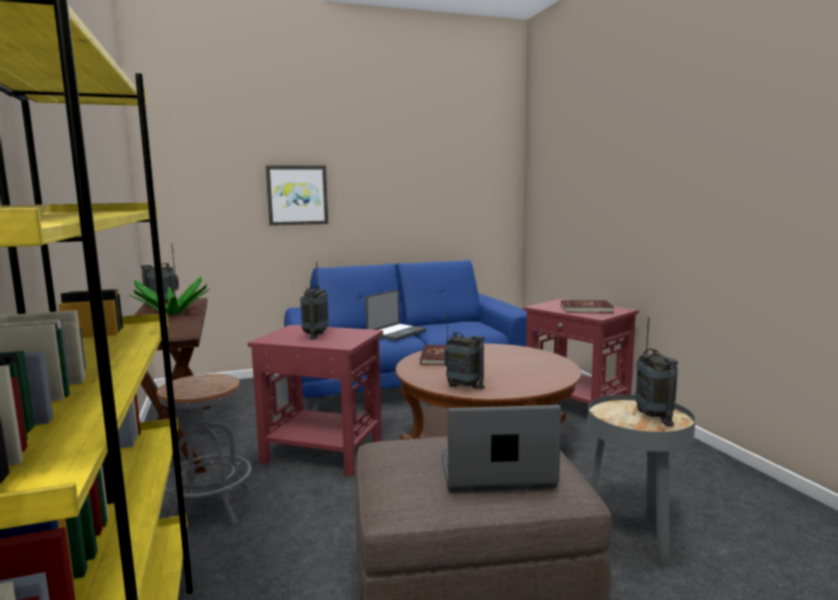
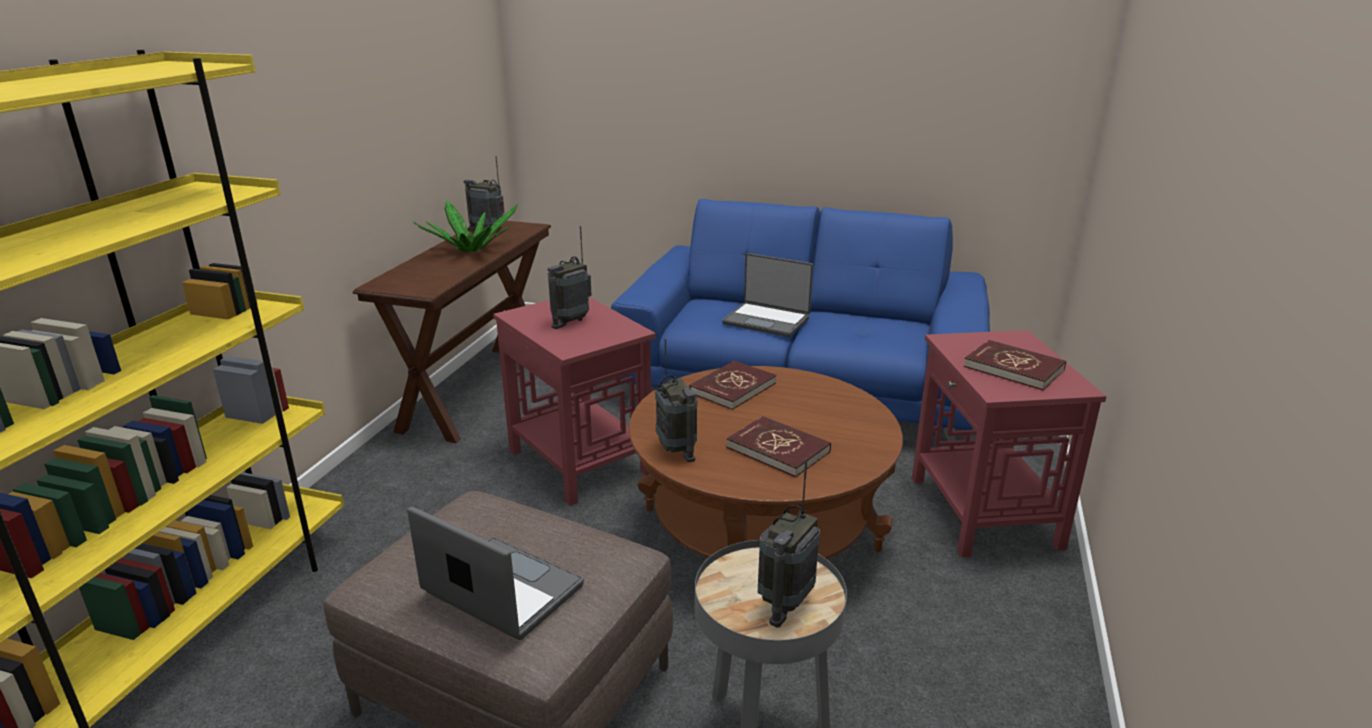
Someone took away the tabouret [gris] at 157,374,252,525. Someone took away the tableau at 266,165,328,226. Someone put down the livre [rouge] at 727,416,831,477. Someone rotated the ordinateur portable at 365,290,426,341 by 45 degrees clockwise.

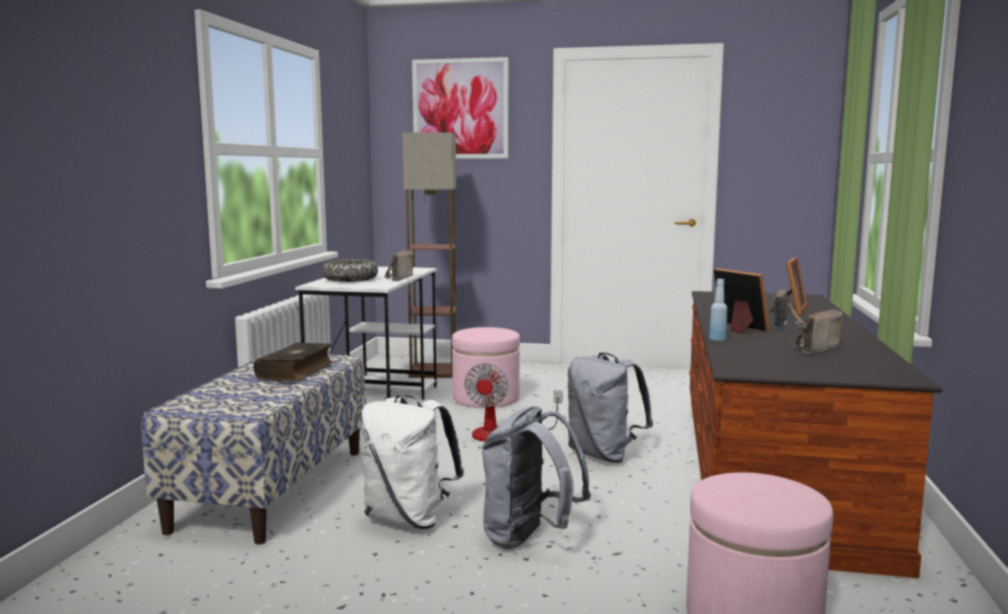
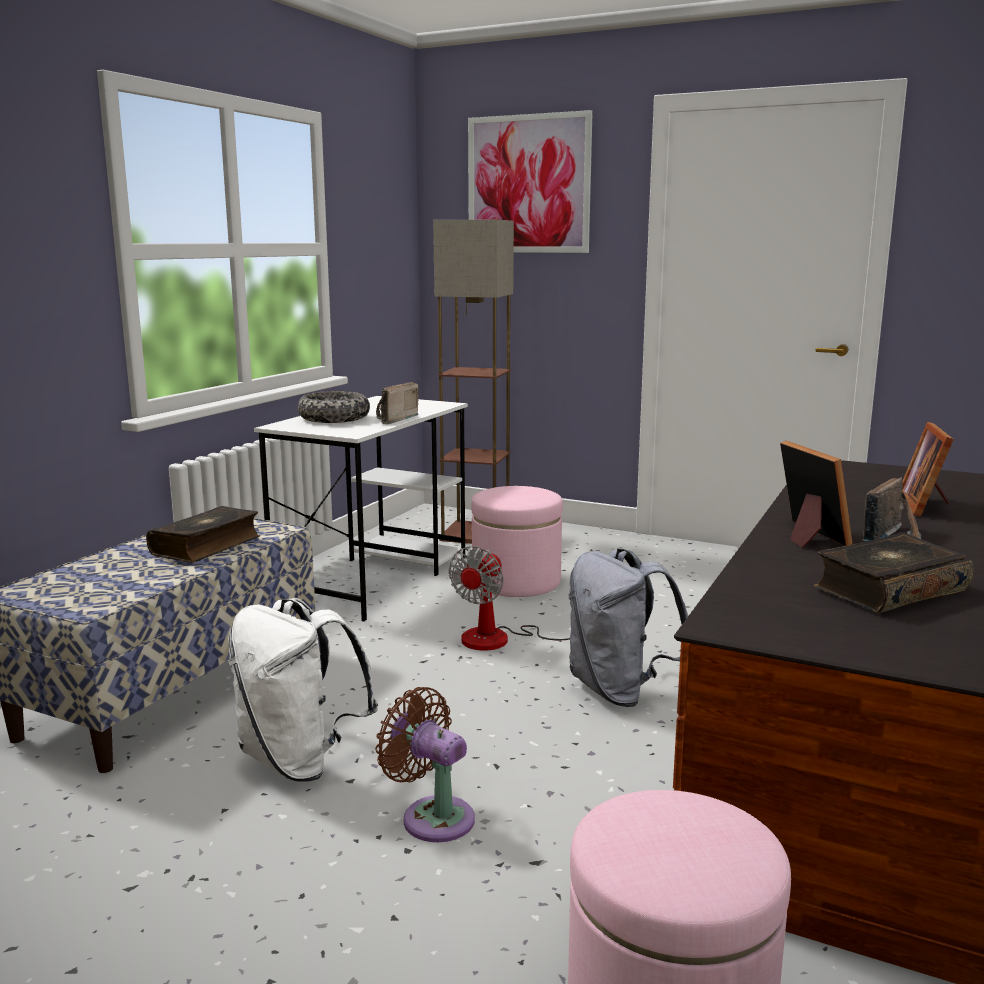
Someone took away the bouteille [bleu] at 709,279,727,341. Someone swapped the sac à dos [gris] at 482,406,591,549 for the ventilateur [marron] at 375,687,475,842. Someone swapped the radio at 794,309,843,355 for the livre at 813,532,974,613. Someone rotated the cadre photo at 770,257,808,315 by 150 degrees clockwise.

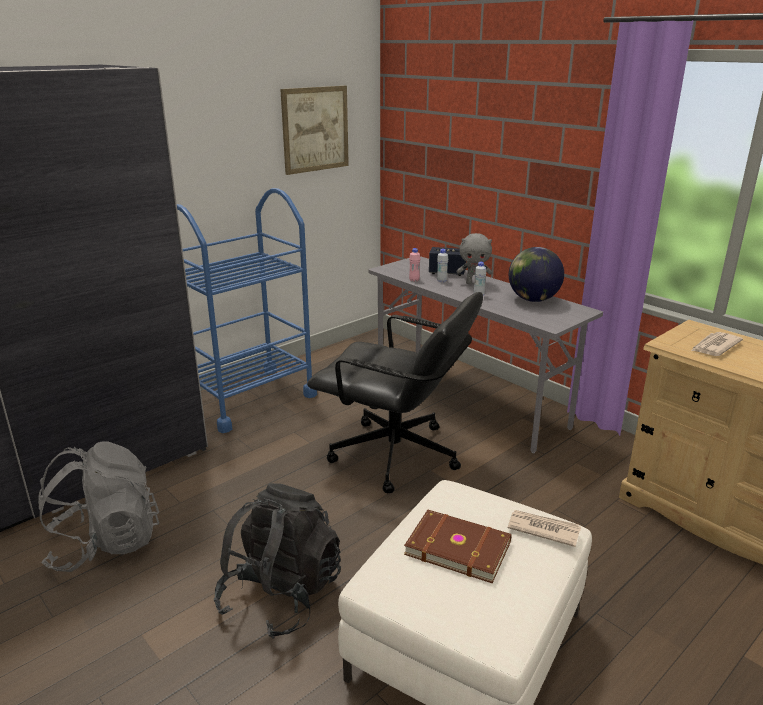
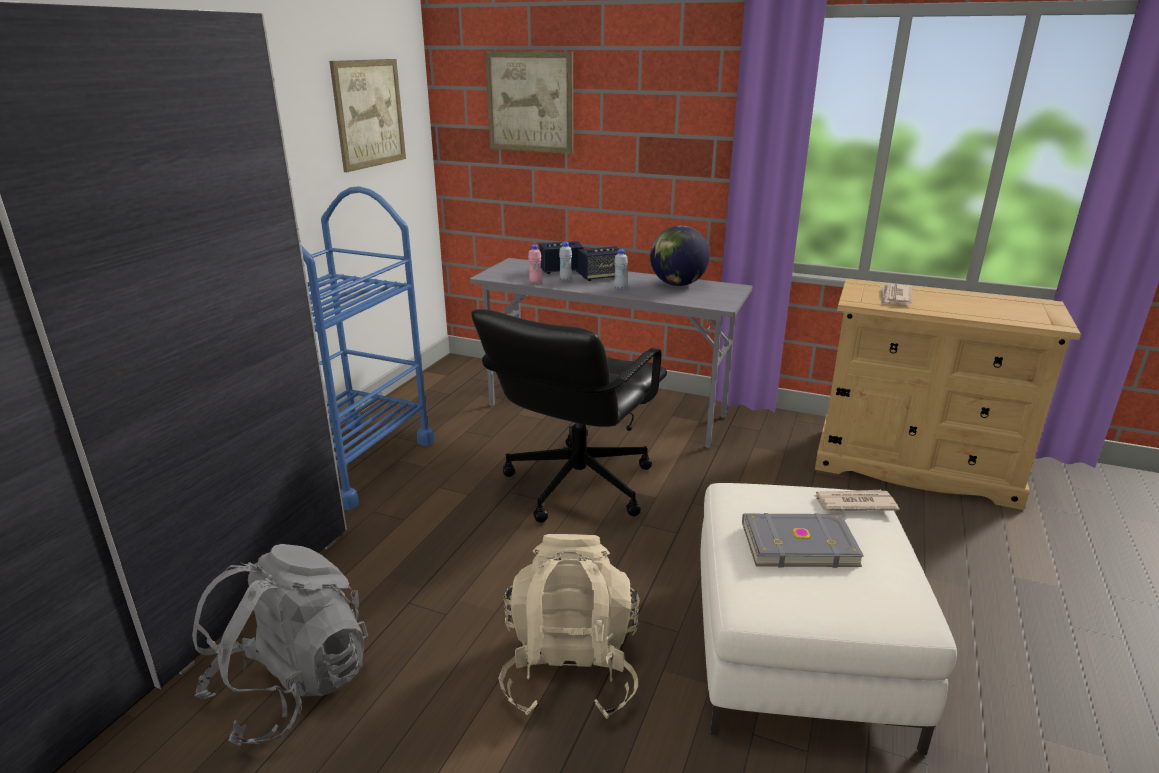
Someone put up the tableau at 485,51,573,154. Someone swapped the peluche [gris] at 456,233,492,284 for the enceinte at 578,246,625,281. Someone repainted the sac à dos [noir] at 214,483,341,639, which became the sac à dos [beige] at 498,534,640,719. Someone repainted the livre [marron] at 404,510,512,583, which became the livre [gris] at 742,513,864,568. Someone rotated the chaise de bureau [noir] at 307,292,483,493 by 120 degrees clockwise.

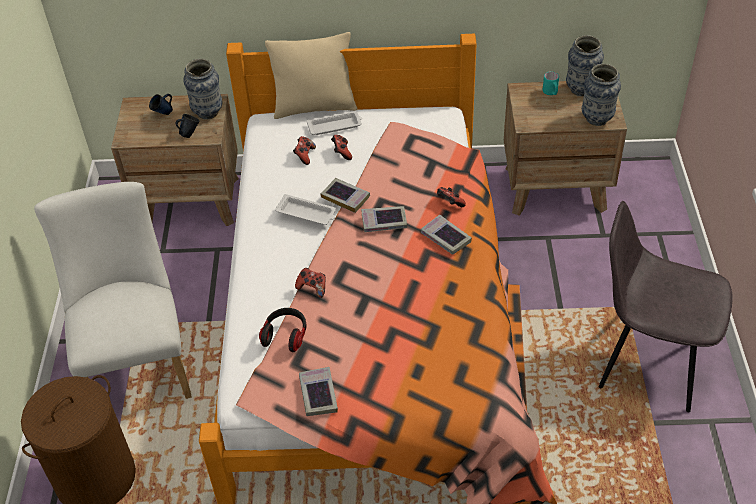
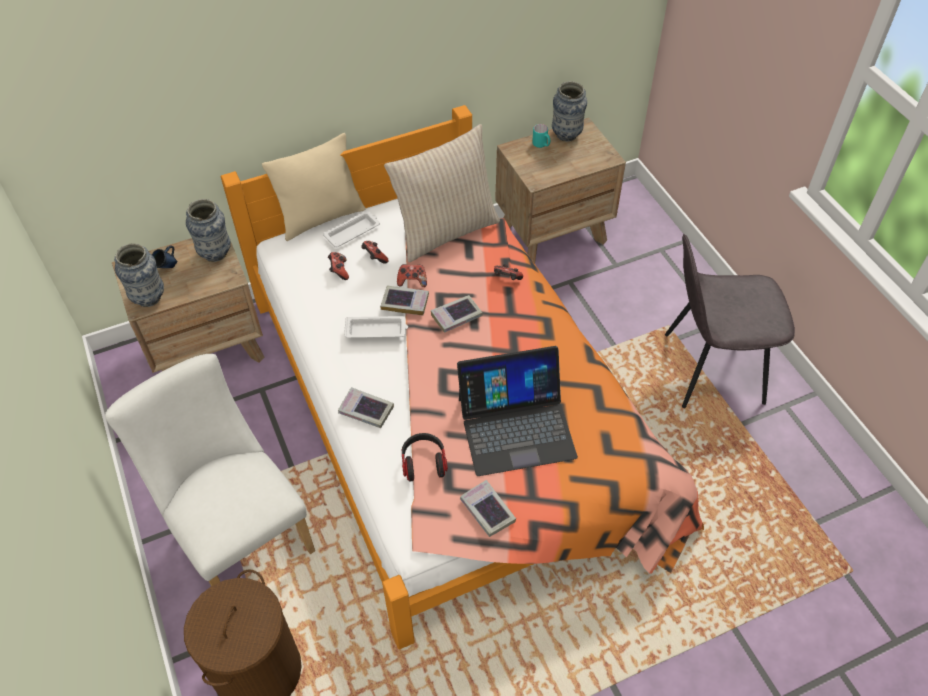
Someone took away the mug [bleu] at 176,114,199,138. Someone put down the coussin [beige] at 384,124,500,262. Someone put down the ordinateur portable at 457,346,578,476. Someone carried the manette from 295,268,326,298 to 397,264,427,287. Someone carried the livre from 421,215,472,255 to 338,387,394,428. Someone carried the vase from 582,64,621,126 to 114,243,164,307.

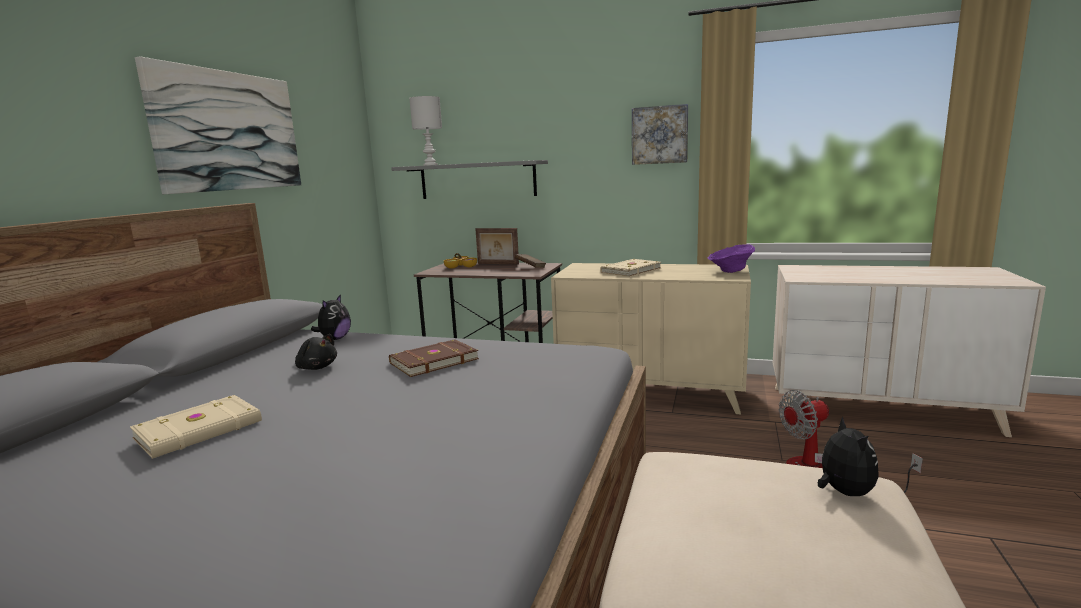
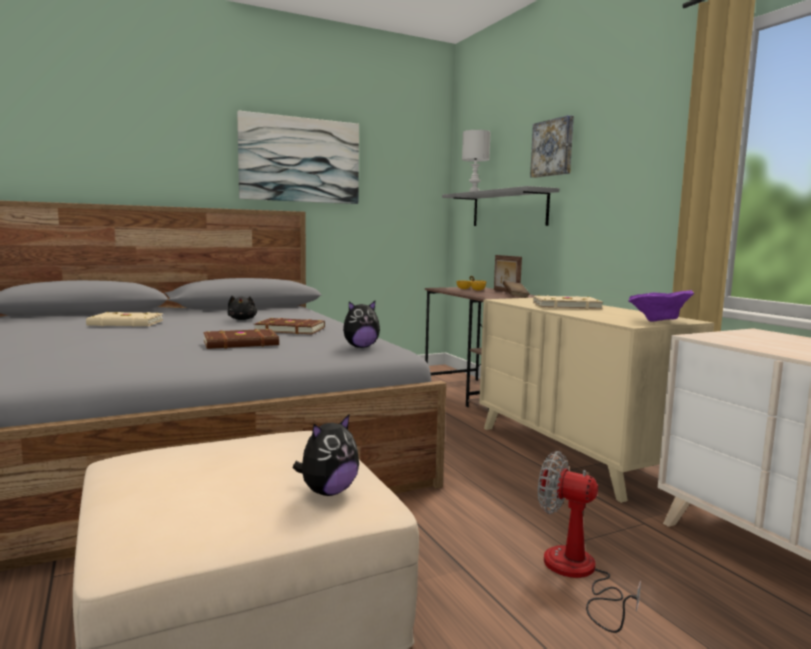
Someone put down the livre [marron] at 203,329,279,349. Someone carried the peluche from 311,294,351,340 to 343,301,380,348. Someone carried the tableau from 632,104,688,165 to 530,115,574,178.

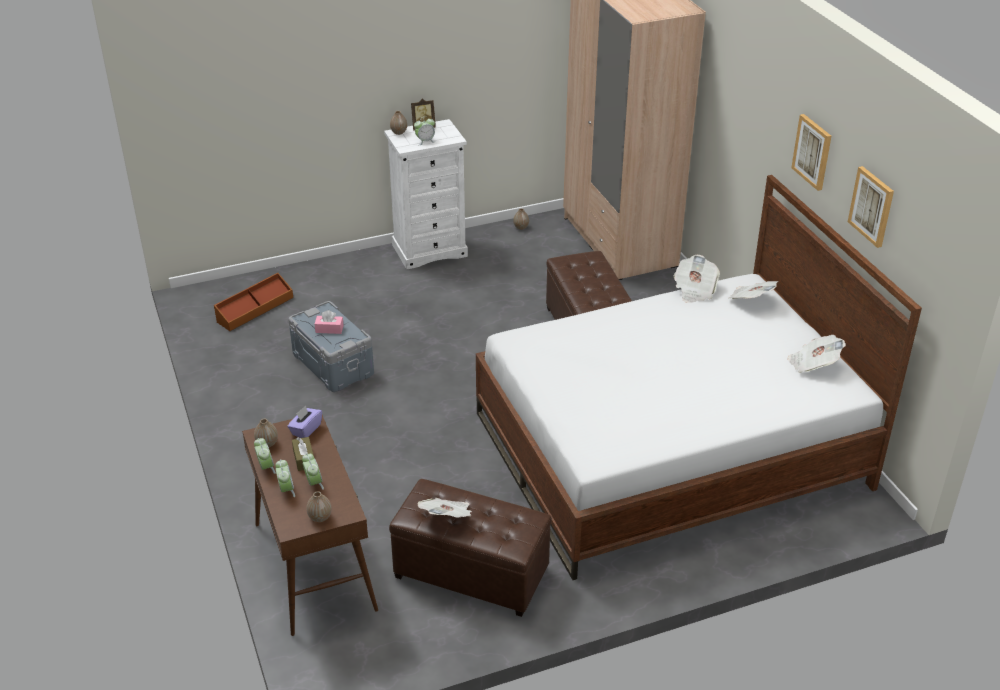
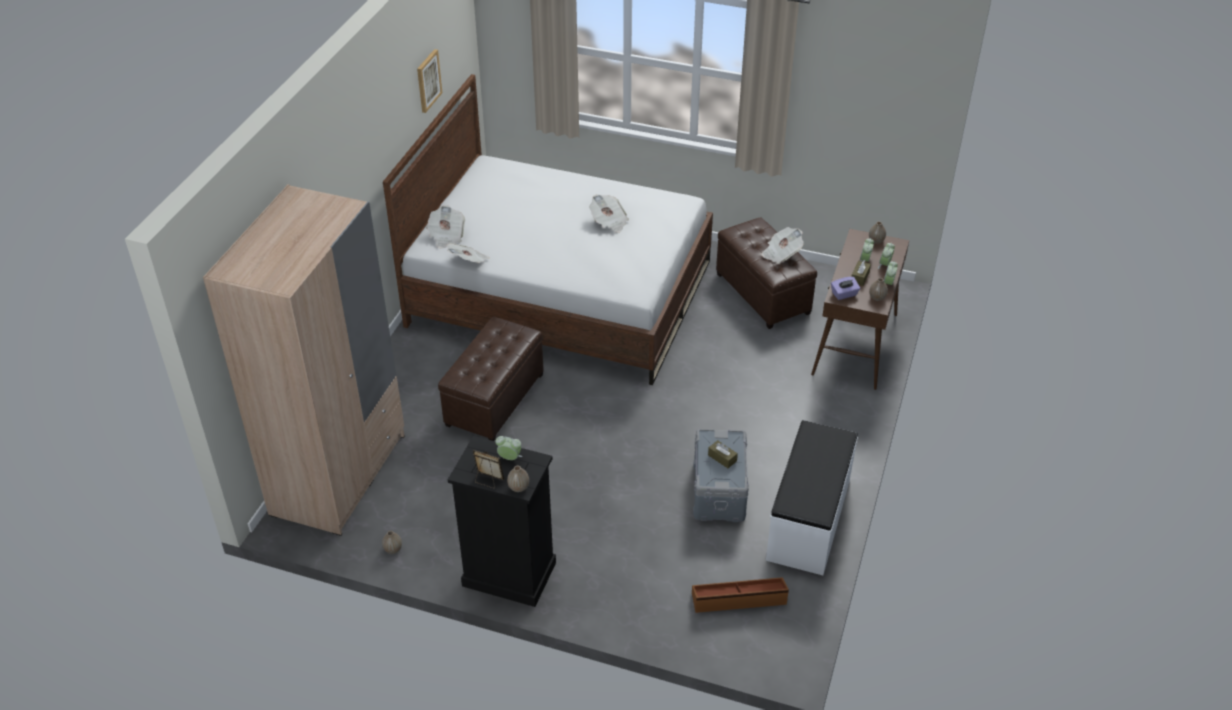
Someone took away the tableau at 791,114,831,191. Someone put down the banc [blanc] at 766,420,858,575. Someone carried the journal from 787,335,846,373 to 589,194,629,233. Someone repainted the boîte à mouchoirs [rose] at 315,311,344,334, which became the boîte à mouchoirs [marron] at 708,440,738,468. Someone repainted the commode [blanc] at 384,119,468,270, which became the commode [noir] at 448,436,556,607.

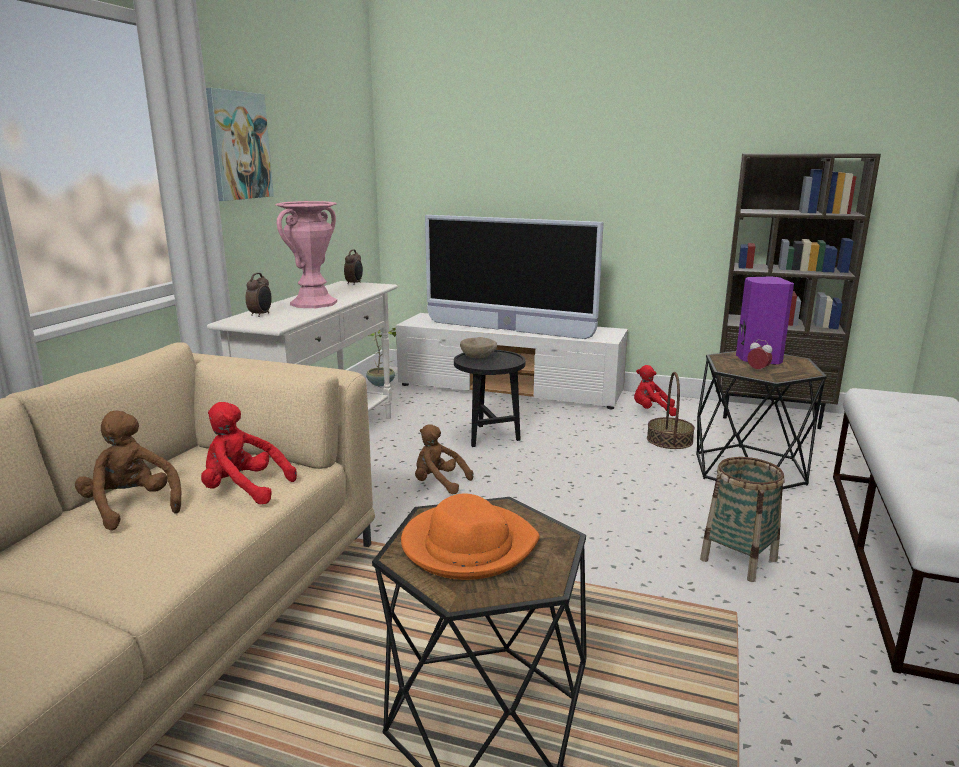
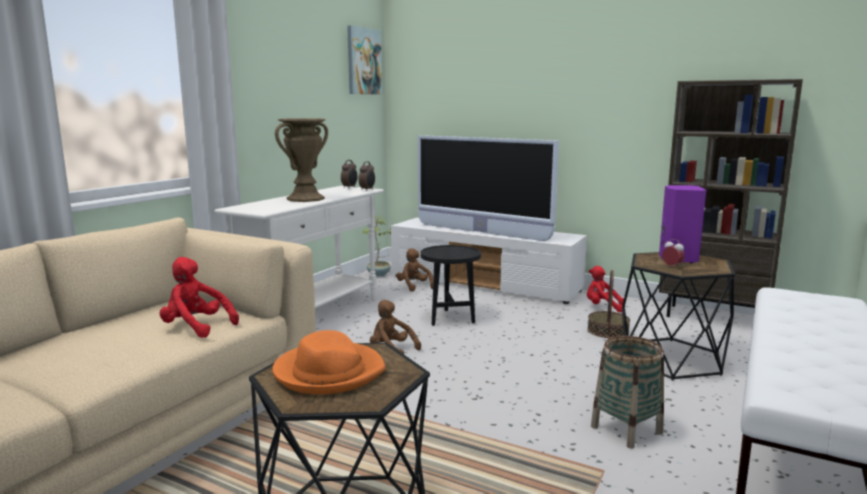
Someone took away the bol [beige] at 460,337,497,358. Someone carried the peluche [marron] from 75,411,182,530 to 396,248,433,292. Someone carried the tableau from 206,88,274,201 to 347,25,382,95. Someone carried the réveil from 246,273,272,317 to 359,161,375,191. Someone repainted the vase [rose] at 275,201,337,308, which became the vase [marron] at 275,118,328,202.

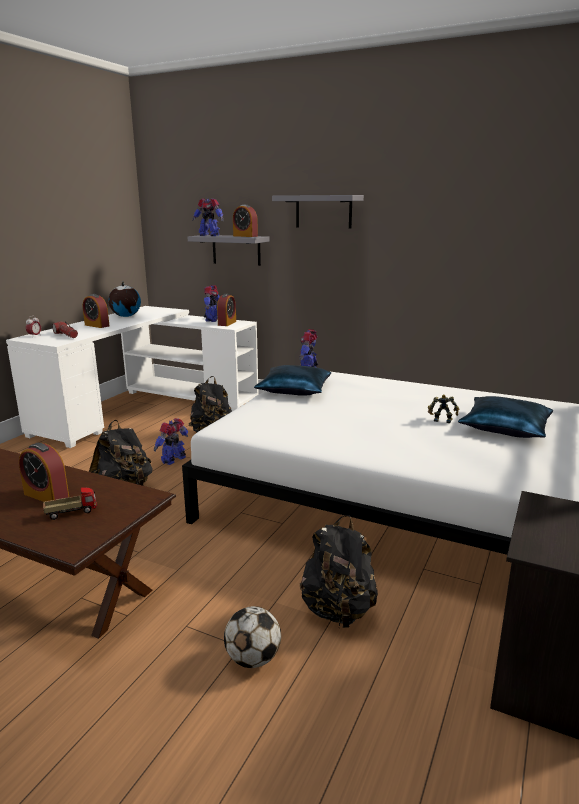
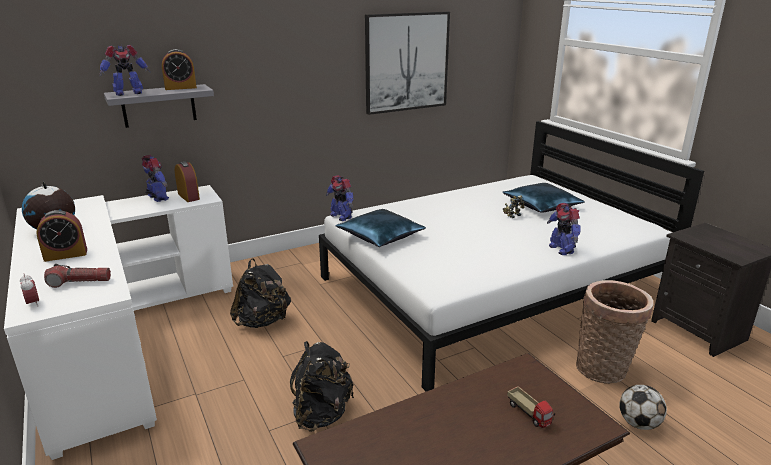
Someone took away the réveil at 19,443,69,502. Someone took away the étagère [gris] at 272,195,364,228. Someone put up the tableau at 365,12,450,115. Someone carried the robot jouet from 154,418,188,465 to 547,203,581,255. Someone swapped the sac à dos [noir] at 300,515,378,628 for the panier at 576,280,654,384. Someone rotated the camion jouet at 43,488,97,520 by 135 degrees clockwise.

